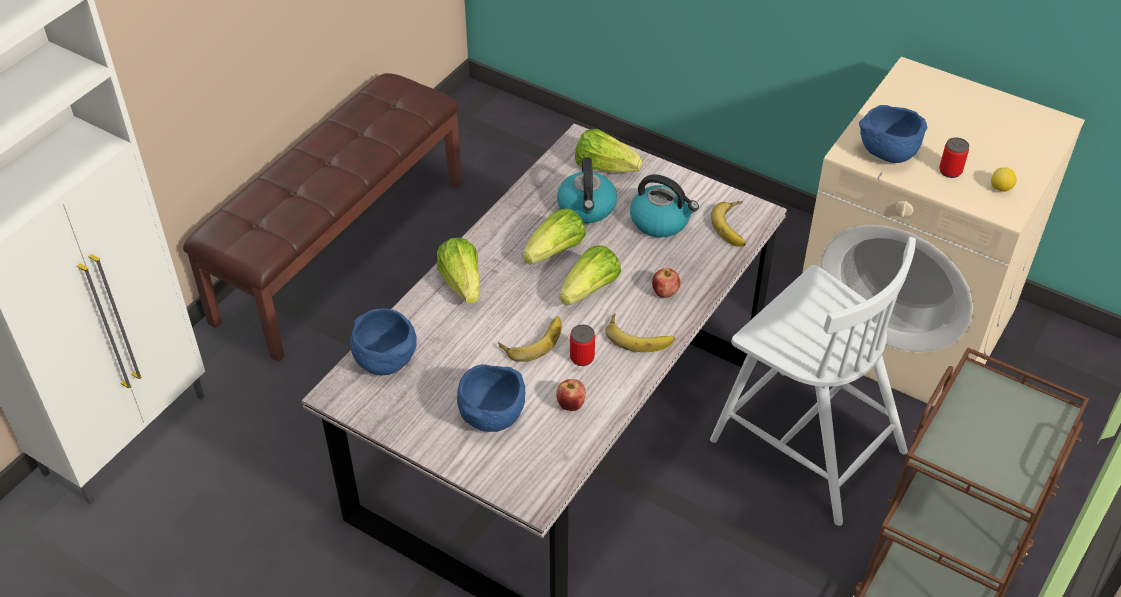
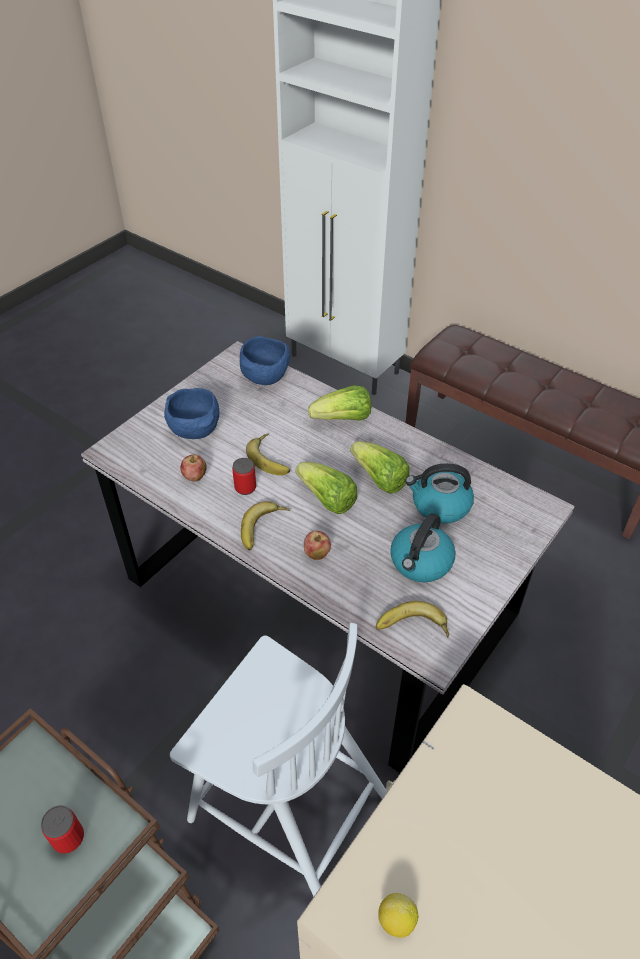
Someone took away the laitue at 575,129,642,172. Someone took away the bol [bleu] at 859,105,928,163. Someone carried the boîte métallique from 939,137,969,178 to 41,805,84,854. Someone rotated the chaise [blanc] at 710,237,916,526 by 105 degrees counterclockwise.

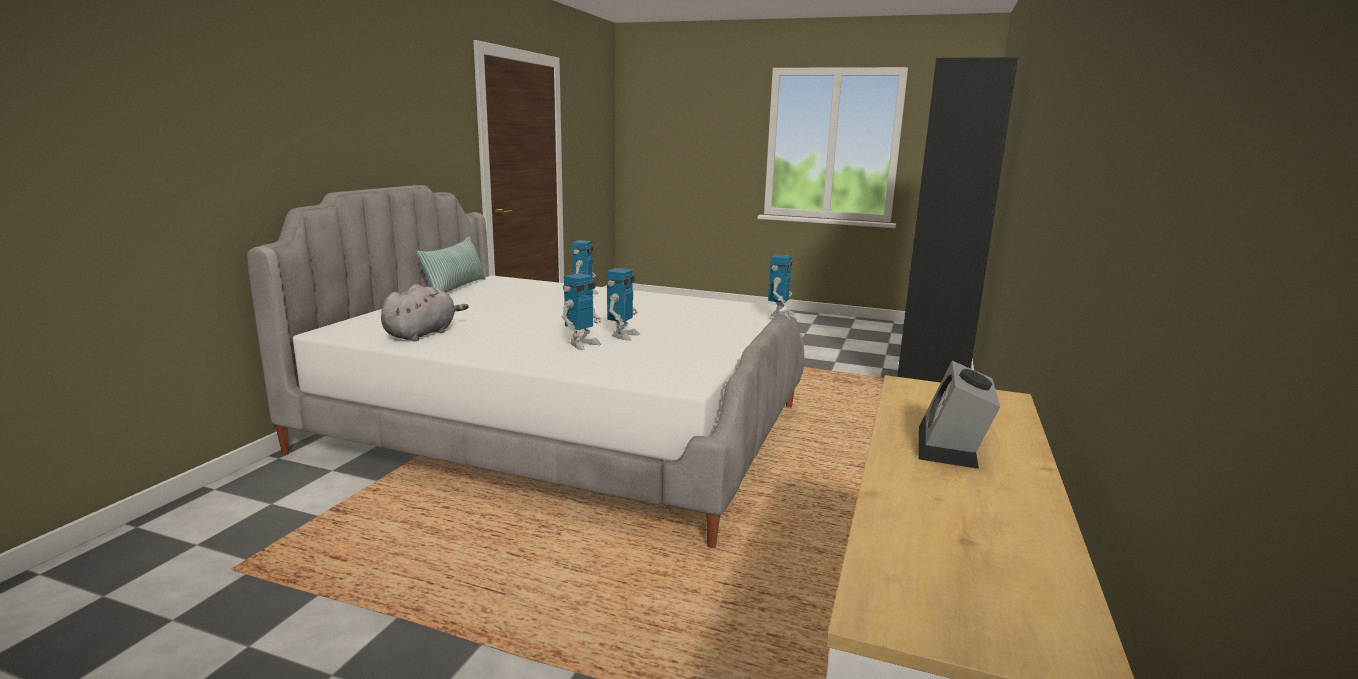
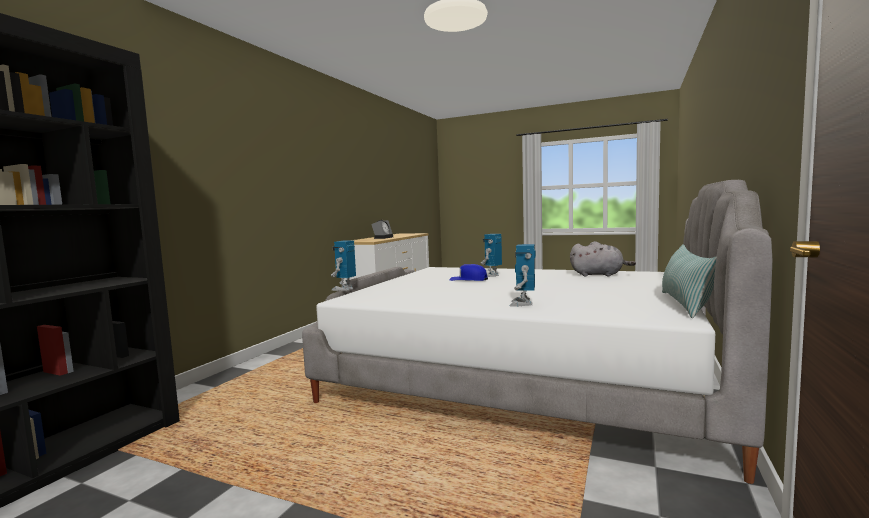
Someone swapped the robot jouet at 607,268,640,341 for the casquette [bleu] at 449,264,488,281. Someone rotated the peluche [gris] at 381,284,469,341 by 105 degrees counterclockwise.

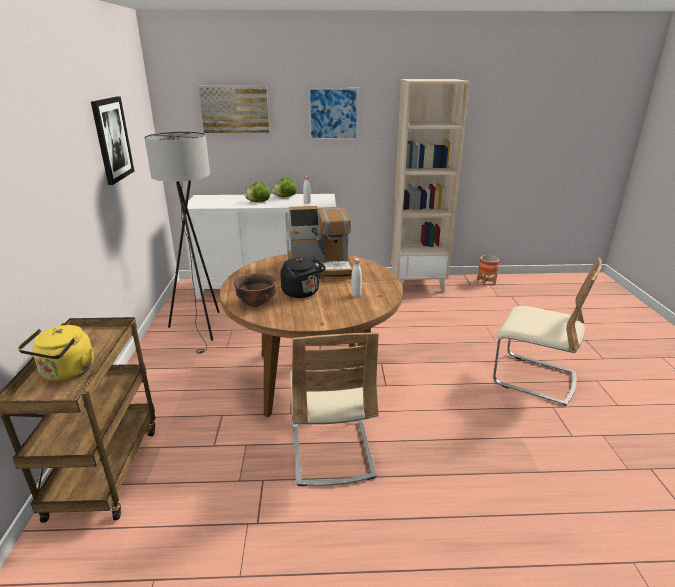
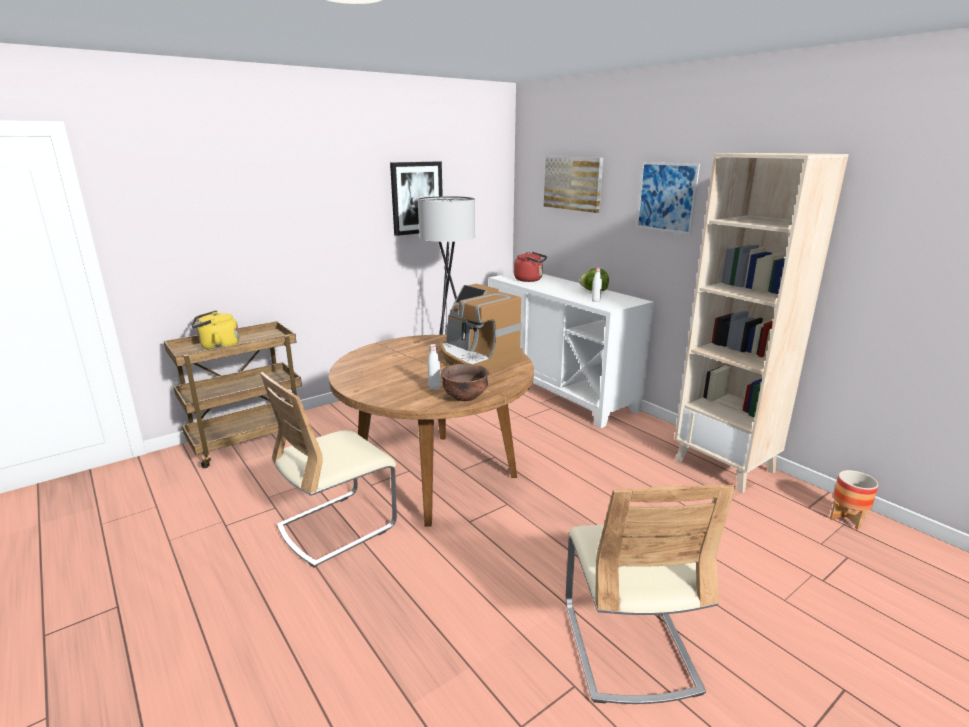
Someone took away the laitue at 245,182,270,202. Someone took away the bouilloire [noir] at 280,257,326,298. Someone put down the bouilloire [rouge] at 514,252,547,282. Someone carried the bol [marron] from 234,273,276,306 to 441,364,489,401.

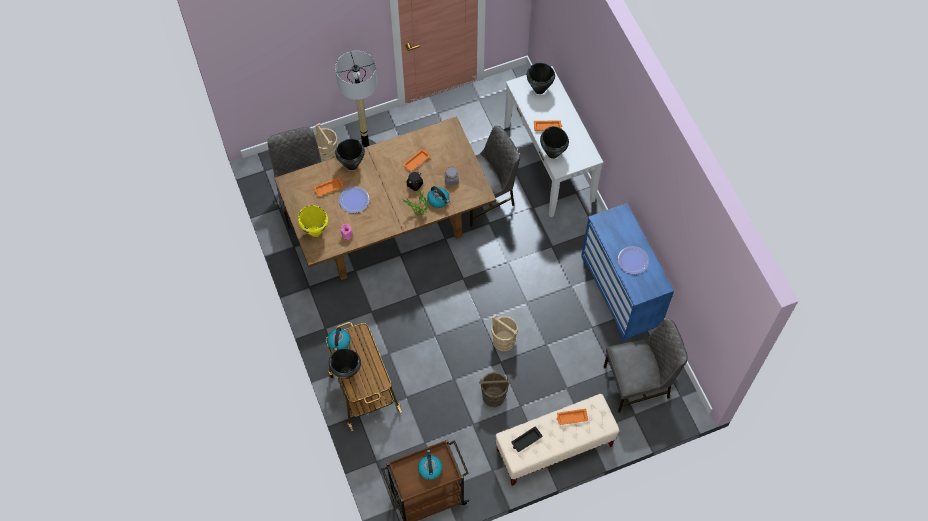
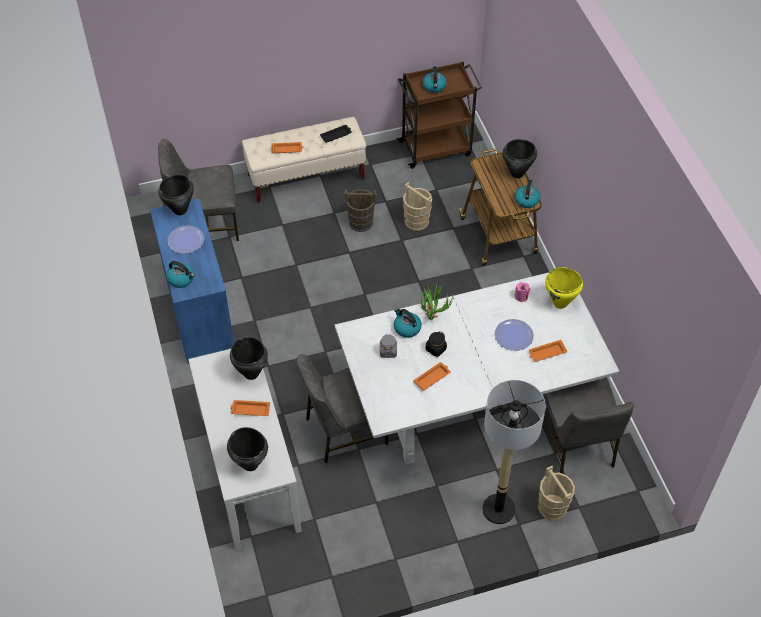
Someone put down the bouilloire at 167,261,195,288. Someone carried the marmite [noir] from 335,139,365,170 to 158,174,194,215. Someone carried the seau [beige] from 491,314,518,351 to 403,182,432,231. Someone repainted the table à manger [marron] at 274,116,496,280, which became the table à manger [blanc] at 334,272,620,464.

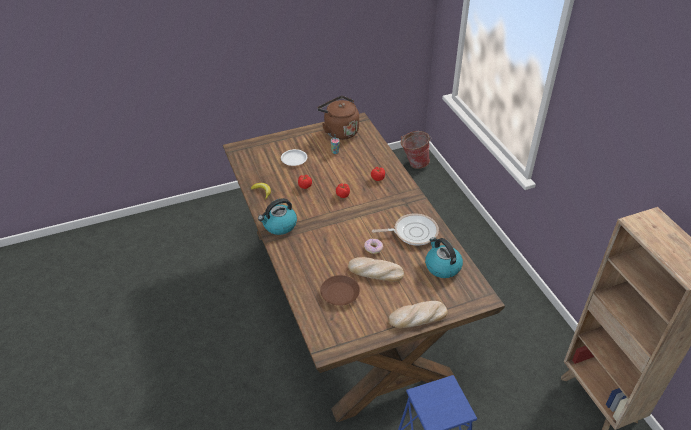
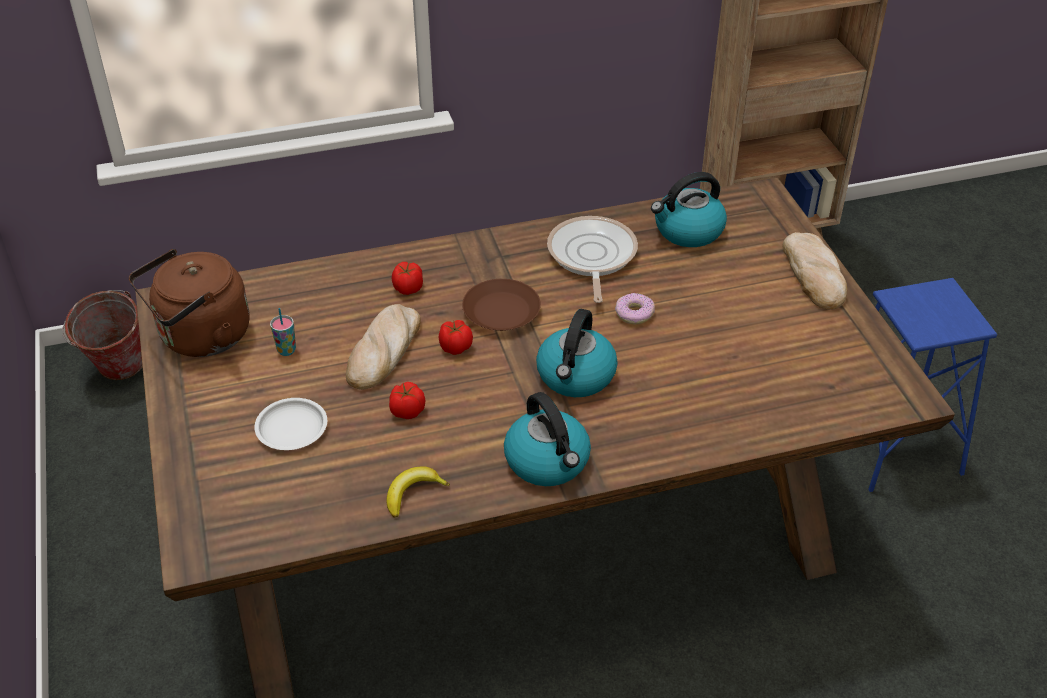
Someone put down the bouilloire at 536,309,618,397. Someone carried the assiette [marron] from 320,275,360,306 to 462,279,541,331. Someone carried the pain from 348,257,404,282 to 346,304,421,390.

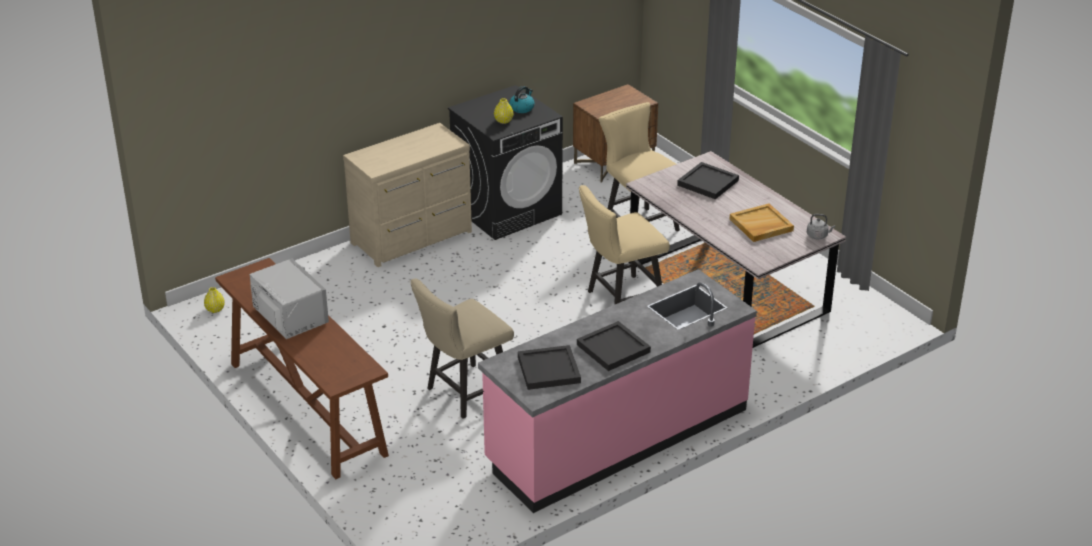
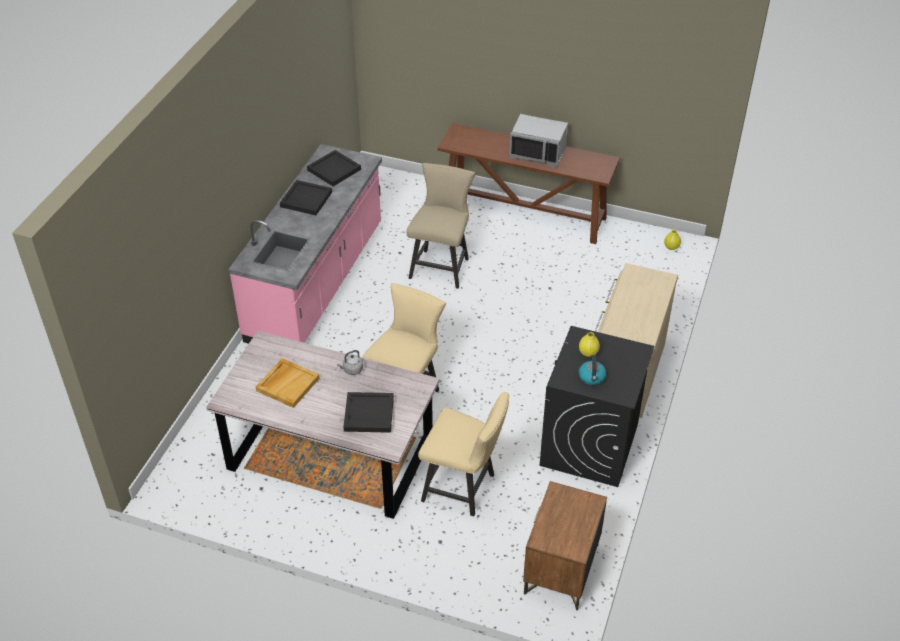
Someone carried the bouilloire [gris] from 807,214,835,239 to 337,350,363,375.

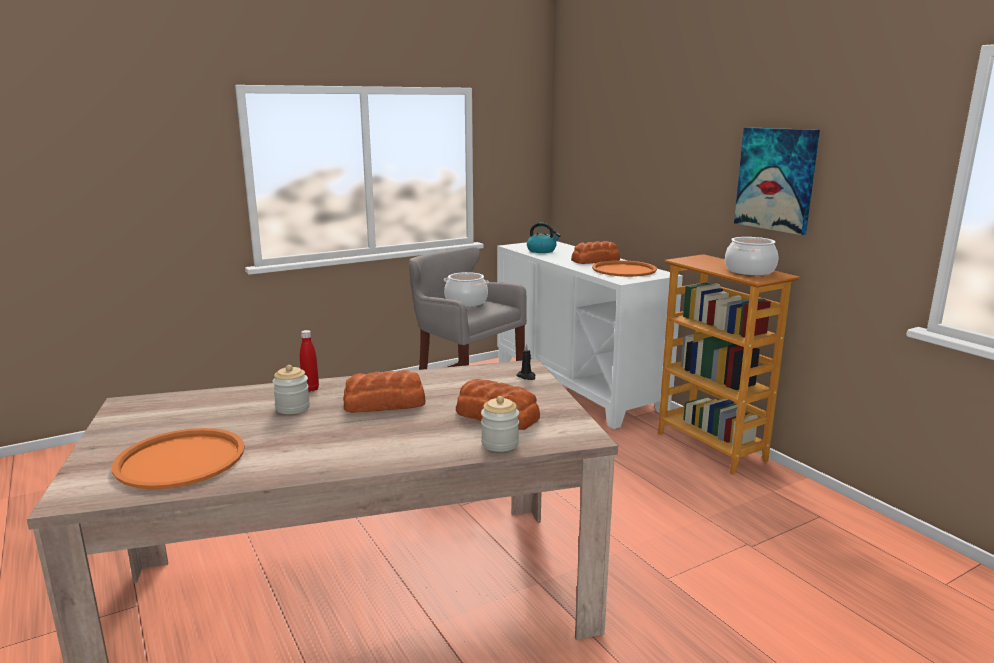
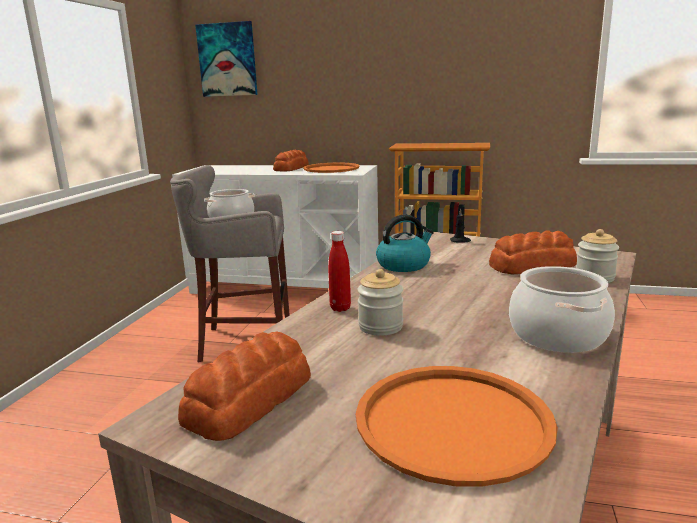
Someone carried the pain from 343,370,425,413 to 178,331,311,441. Someone carried the bouilloire from 527,223,561,253 to 376,215,434,272. Someone carried the marmite from 725,237,778,275 to 509,266,615,353. Someone carried the tableau from 734,127,820,235 to 195,21,258,97.

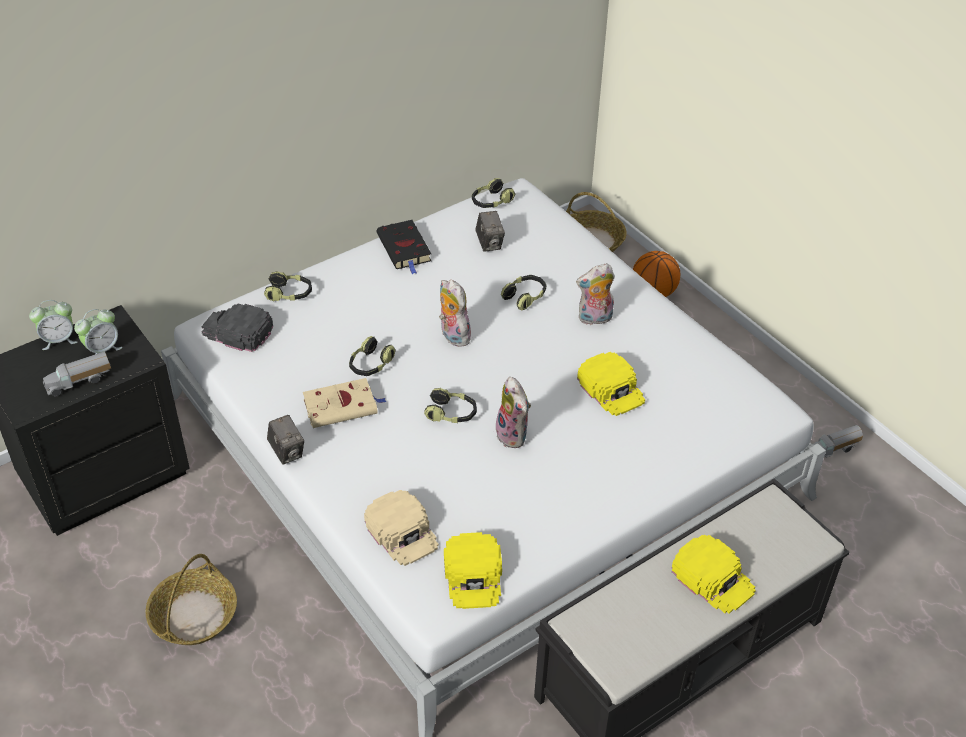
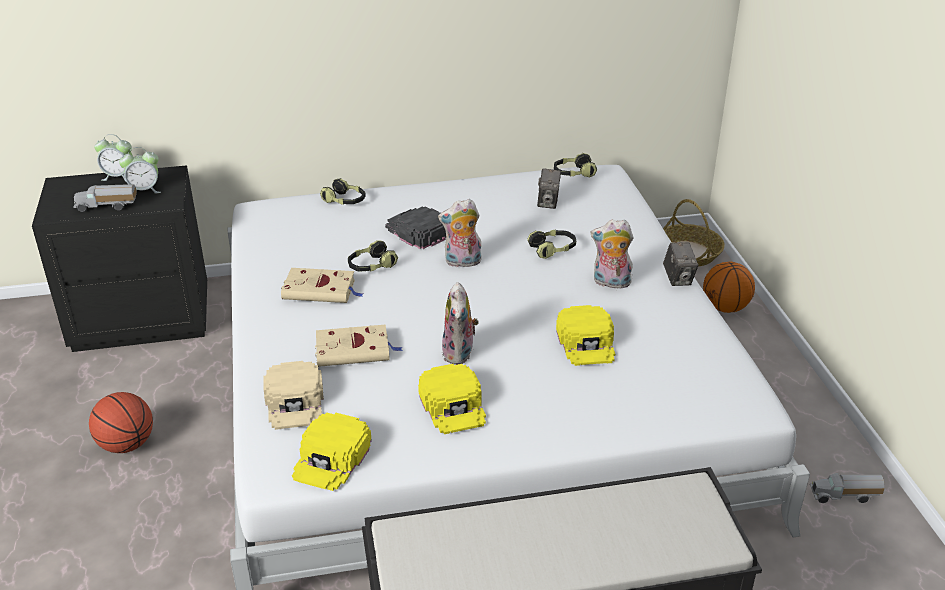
Someone took away the livre [noir] at 377,220,432,274. Someone took away the casque audio at 424,388,477,423. Someone put down the livre [beige] at 315,324,403,367. Someone carried the casquette [noir] from 202,304,273,352 to 385,206,446,249. Someone carried the appareil photo from 267,415,304,465 to 663,242,698,286. Someone carried the casquette [jaune] from 671,535,756,613 to 418,364,486,434. Someone swapped the panier at 146,554,237,645 for the ballon de basket at 89,392,153,453. Someone rotated the peluche at 439,280,471,347 by 90 degrees counterclockwise.

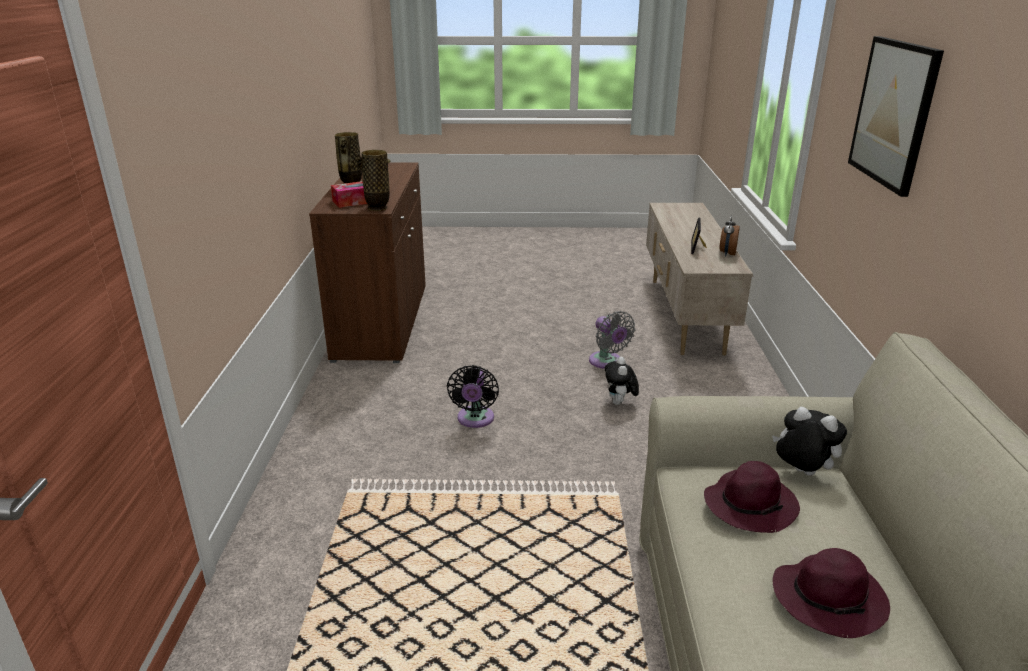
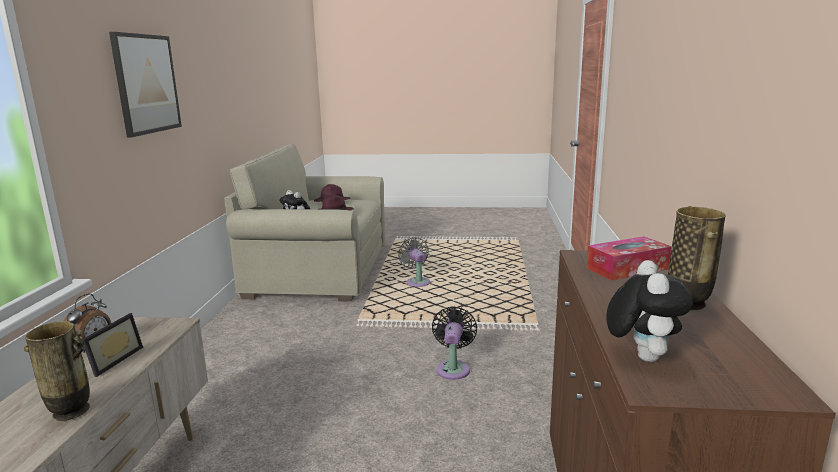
Someone carried the vase from 356,150,391,211 to 24,321,90,421. Someone carried the ventilateur [gris] from 589,311,635,369 to 398,237,430,287. Someone carried the peluche from 605,357,639,405 to 606,260,693,362.

